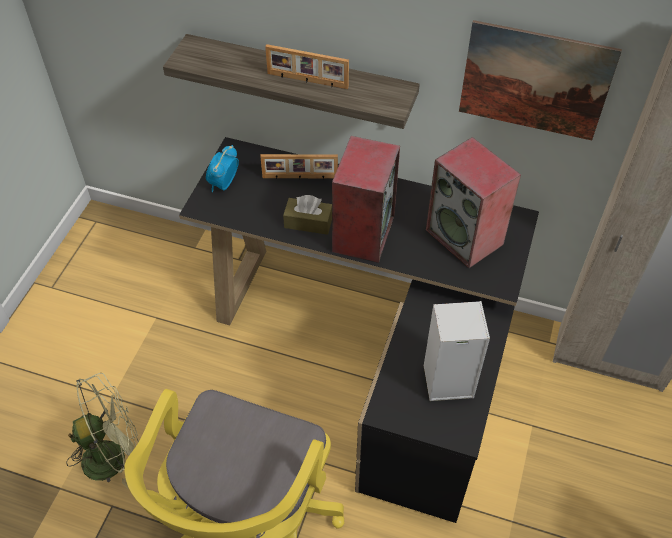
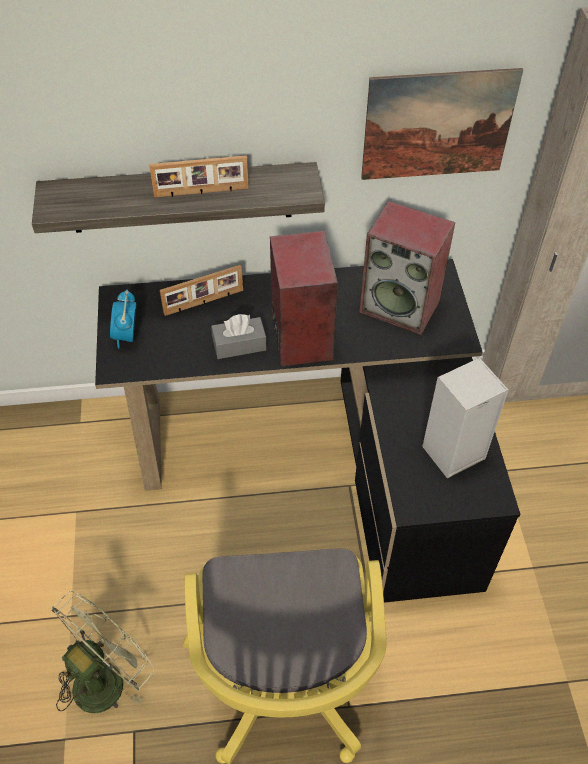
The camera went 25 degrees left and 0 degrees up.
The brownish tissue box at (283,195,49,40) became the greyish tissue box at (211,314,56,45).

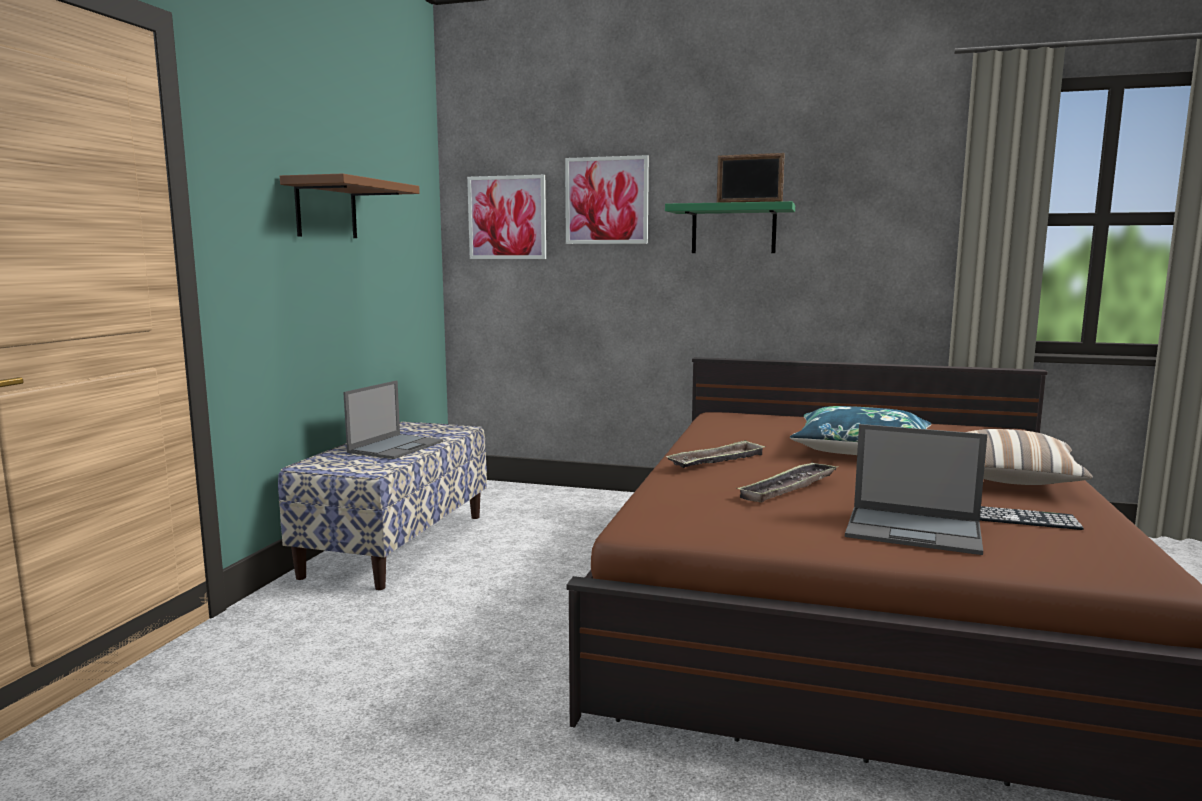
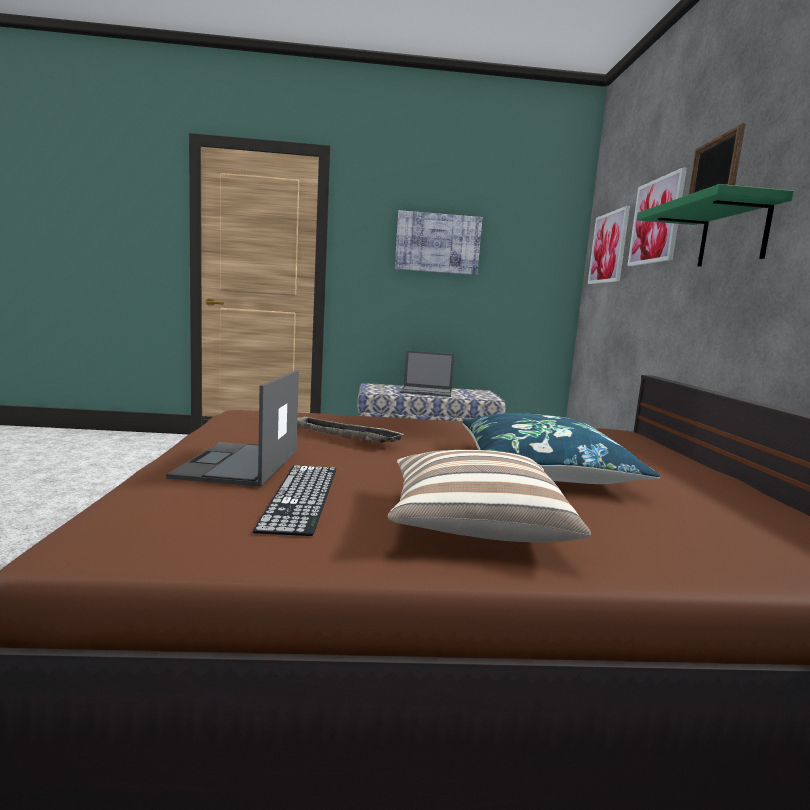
The camera went 70 degrees right and 0 degrees up.
The brownish shelf at (280,173,140,65) was replaced by the picture at (395,210,87,65).
The carrying tray at (665,440,101,28) disappeared.

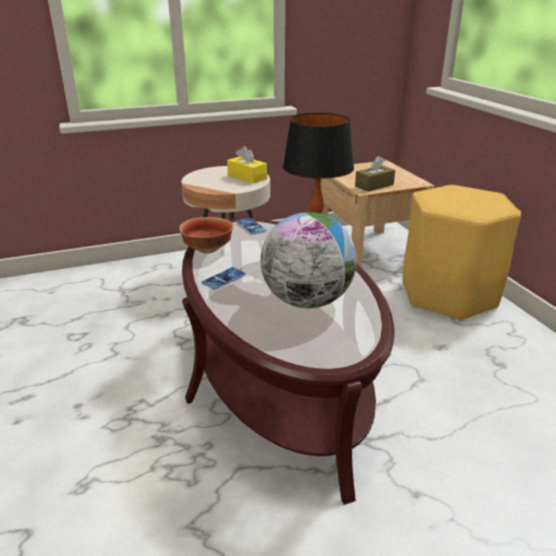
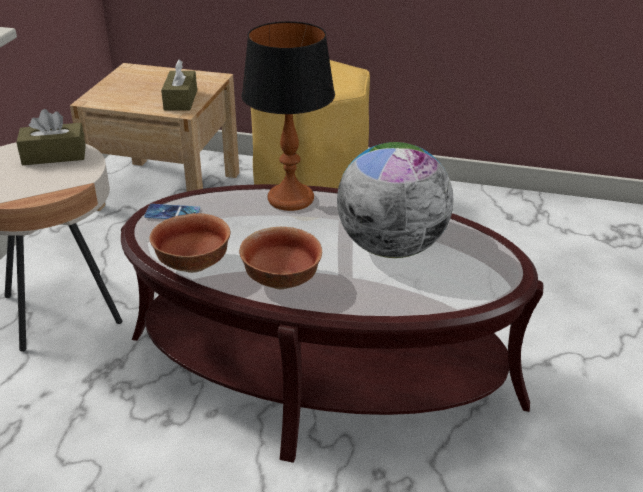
The camera went 55 degrees left and 5 degrees up.
The yellow-coloured tissue box at (227,146,40,38) became the brownish tissue box at (17,109,69,56).
The phone at (202,267,44,23) was replaced by the serving bowl at (239,227,83,62).

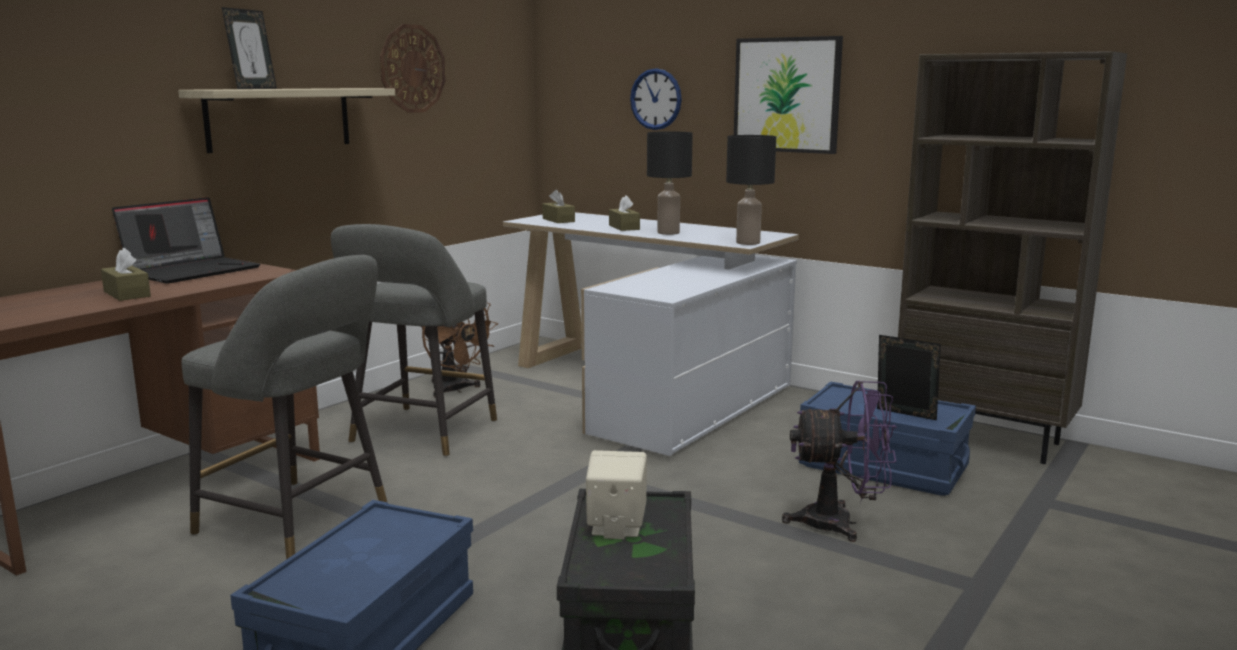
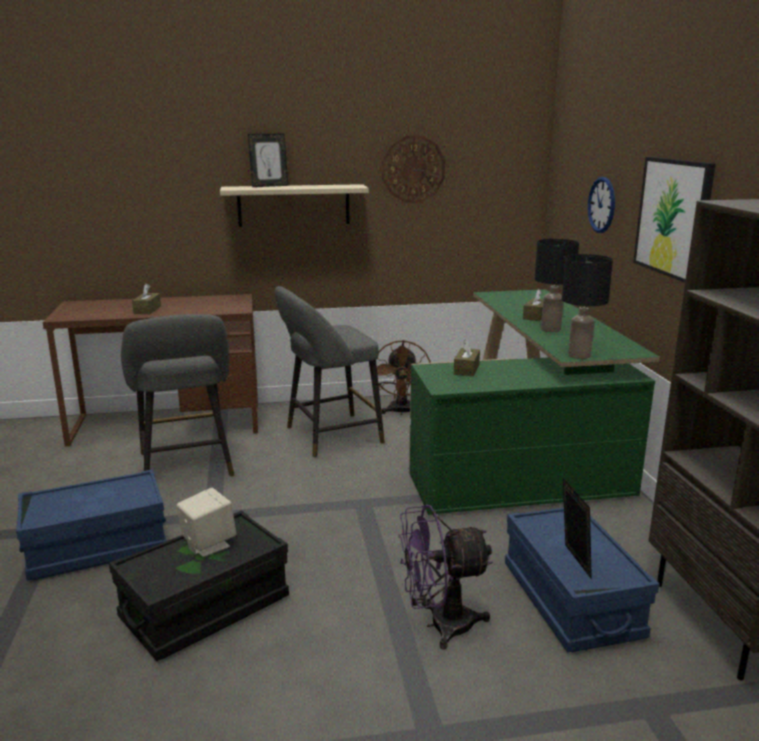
The camera went 45 degrees right and 5 degrees up.
The brownish tissue box moved from (542,189,33,34) to (454,339,26,37).
The laptop at (112,197,148,87) disappeared.
The white-coloured desk unit at (503,212,296,244) became the green-coloured desk unit at (409,289,251,226).
The purple-coloured electric fan at (782,381,115,161) turned 120 degrees clockwise.

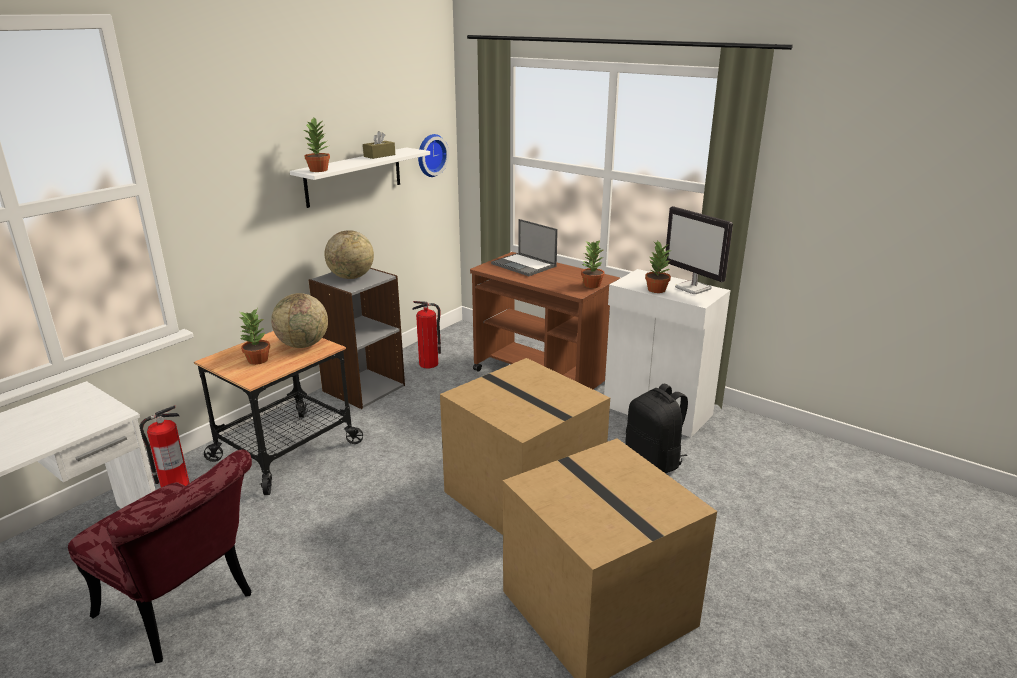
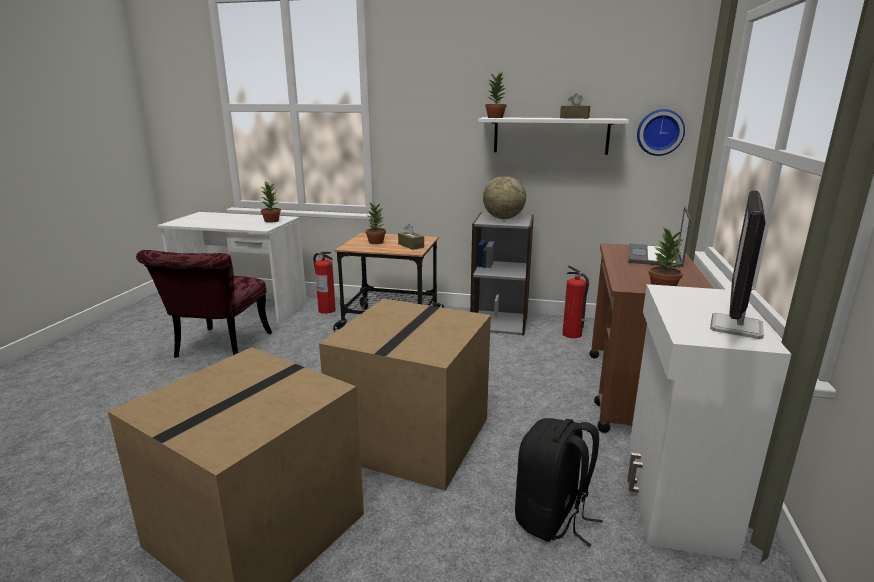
The camera went 65 degrees right and 5 degrees down.
The houseplant moved from (645,240,26,53) to (260,182,21,41).
The globe at (271,293,57,55) was replaced by the brownish tissue box at (398,224,26,26).

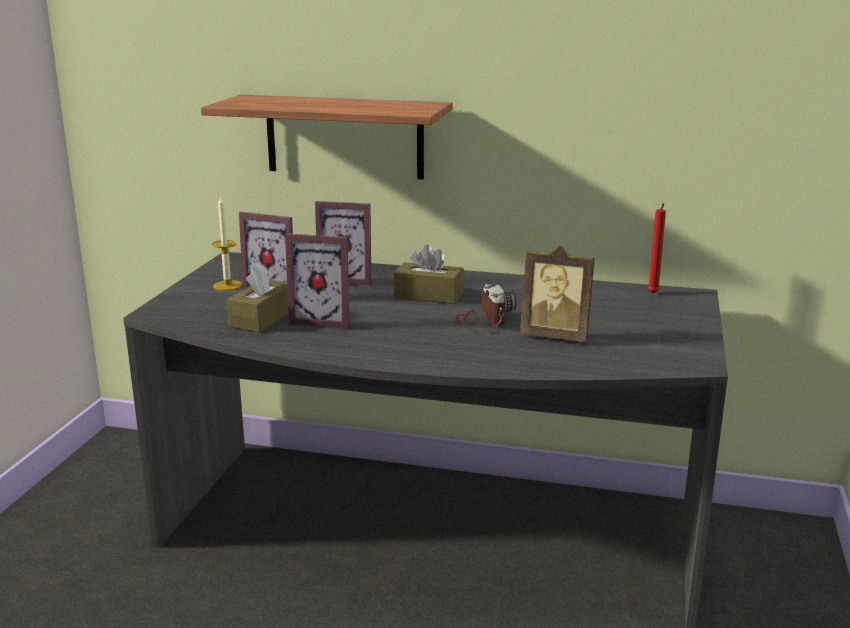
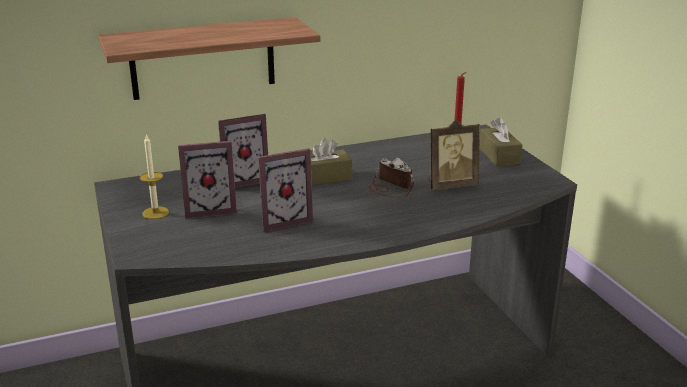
The camera went 35 degrees left and 5 degrees up.
The brownish tissue box moved from (227,263,61,69) to (479,117,44,49).

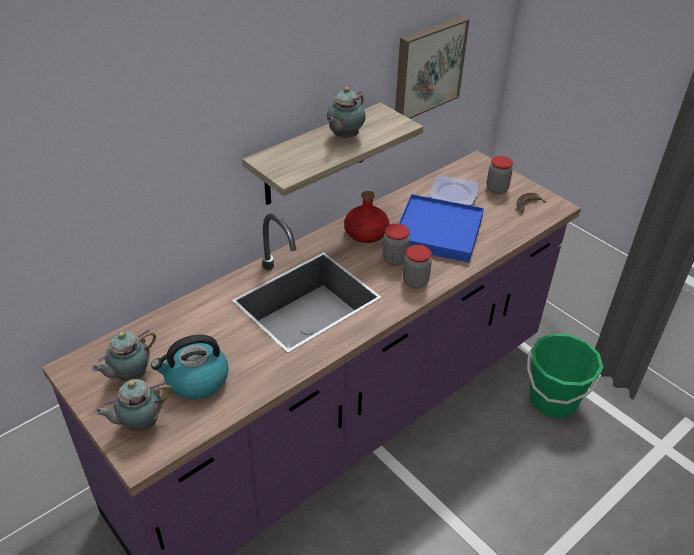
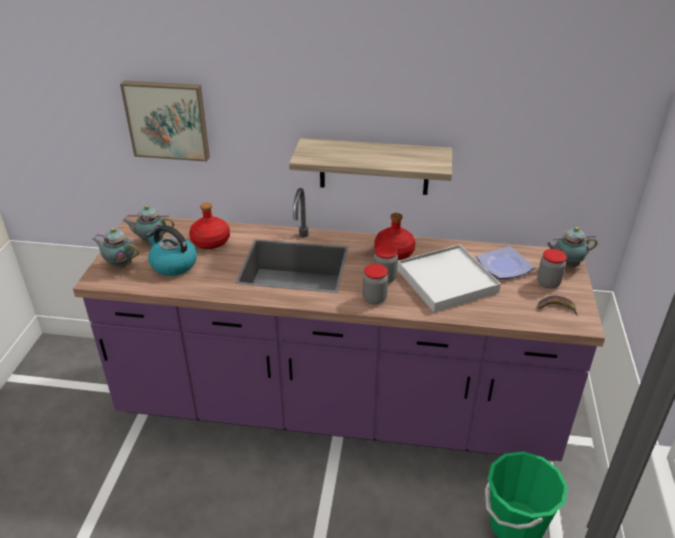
The camera went 50 degrees right and 5 degrees down.
The picture moved from (395,16,74,103) to (120,80,90,81).
The tea pot moved from (326,87,39,52) to (546,227,52,41).
The bluish carrying tray at (399,194,85,69) became the white-coloured carrying tray at (397,244,104,68).
The reddish bottle at (189,202,41,47) appeared.

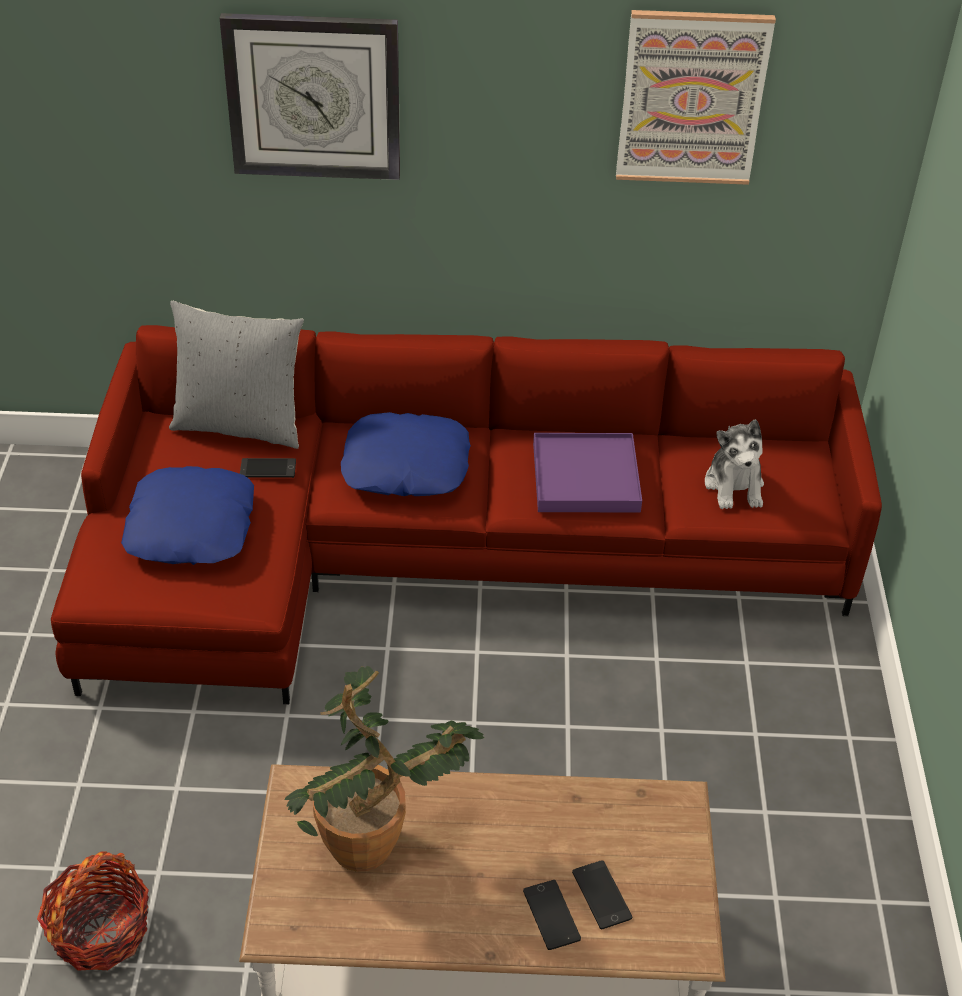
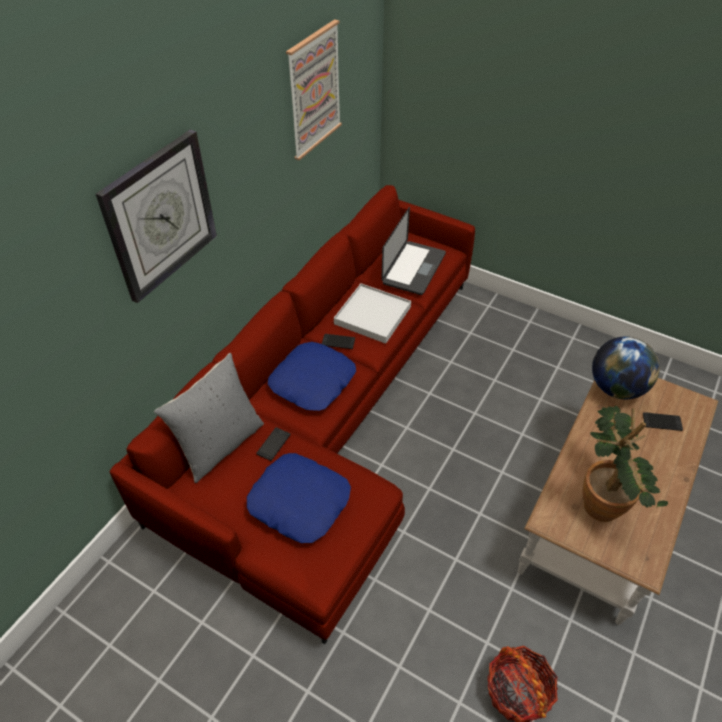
The camera went 60 degrees left and 5 degrees up.
The cuddly toy at (705,419,59,90) was replaced by the laptop at (381,207,65,88).
The purple-coloured carrying tray at (533,433,109,79) became the white-coloured carrying tray at (334,283,77,61).
The phone moved from (523,880,58,70) to (322,334,33,15).
The globe at (592,336,68,63) appeared.

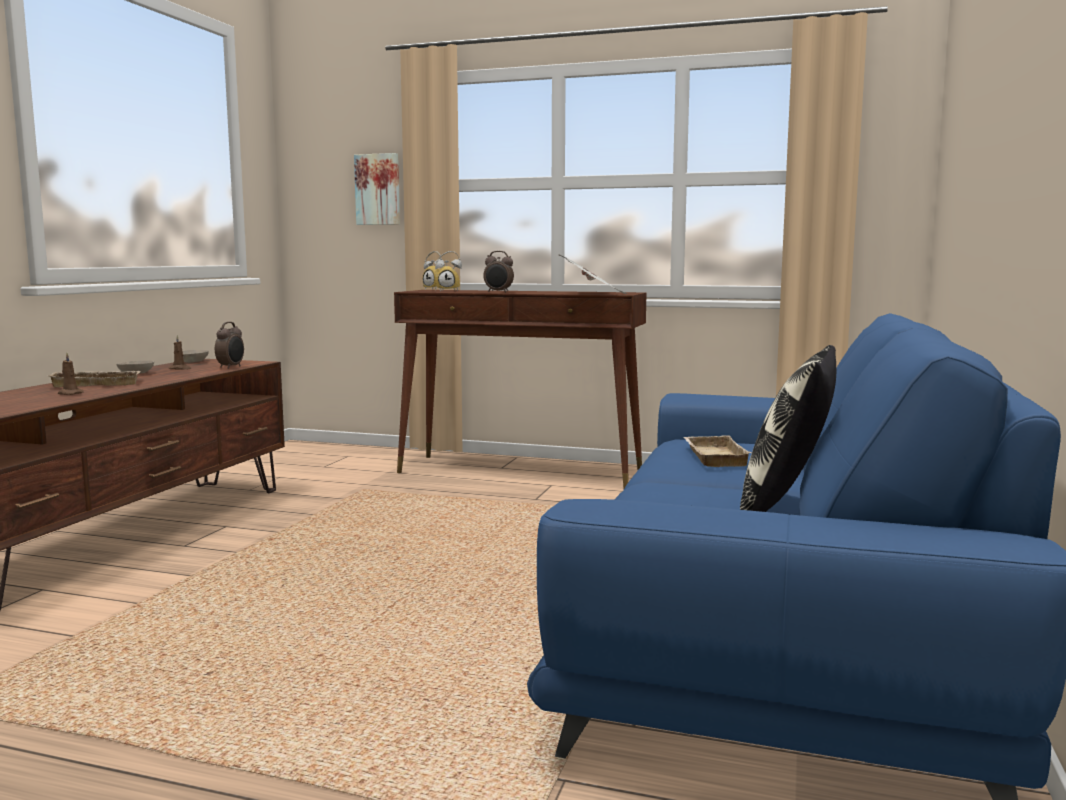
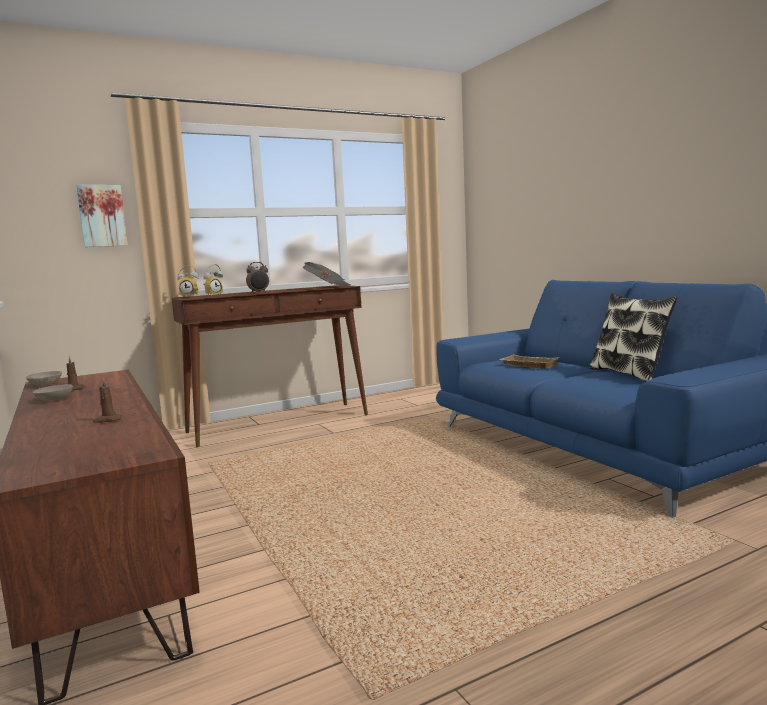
The camera went 45 degrees left and 0 degrees up.
The alarm clock at (215,322,29,47) disappeared.
The sand-coloured carrying tray at (48,371,92,16) disappeared.

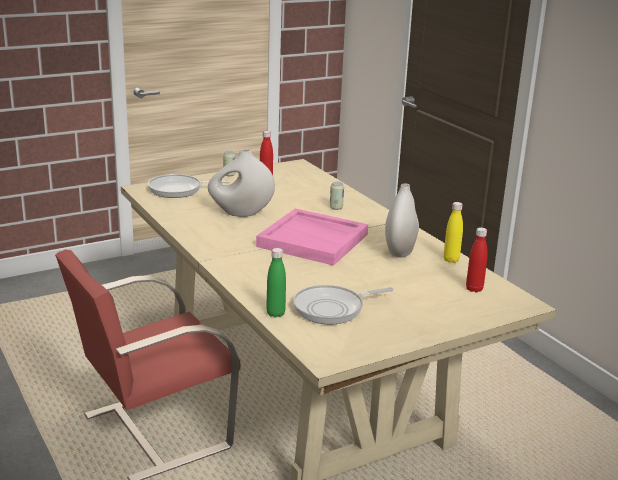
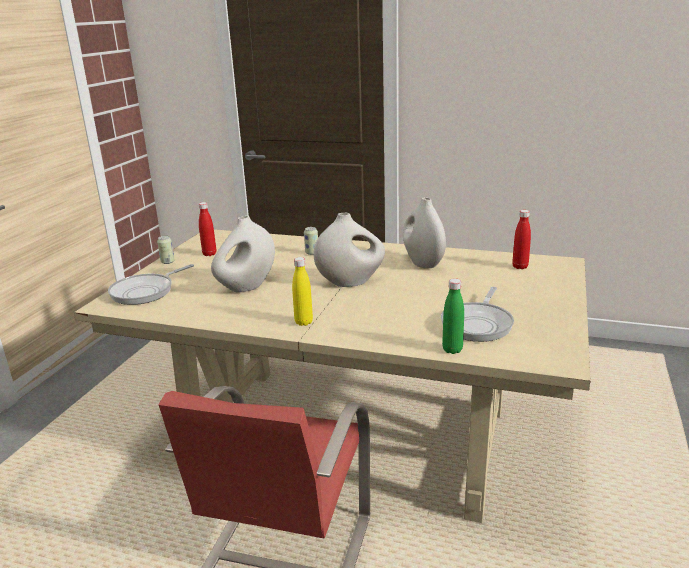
The camera went 40 degrees left and 0 degrees up.
The yellow-coloured bottle moved from (443,202,20,61) to (292,257,21,69).
The pink carrying tray at (256,209,112,57) was replaced by the white-coloured flower vase at (313,213,72,74).

